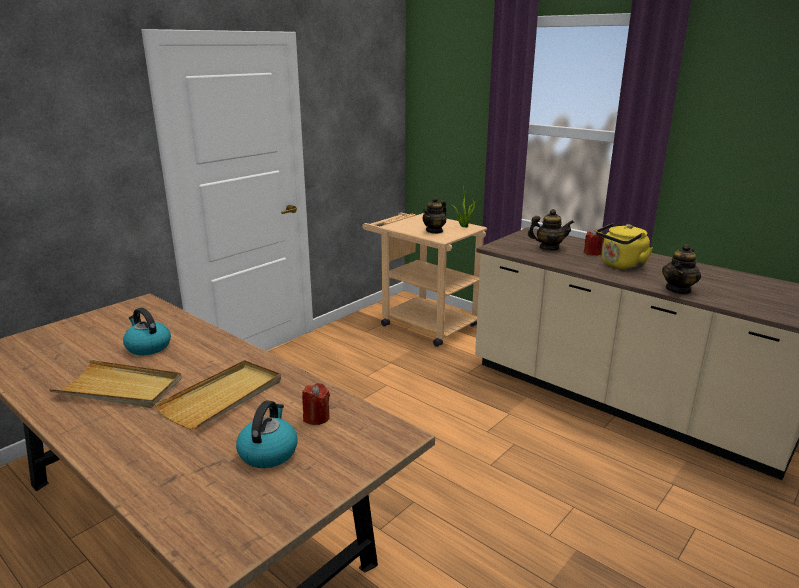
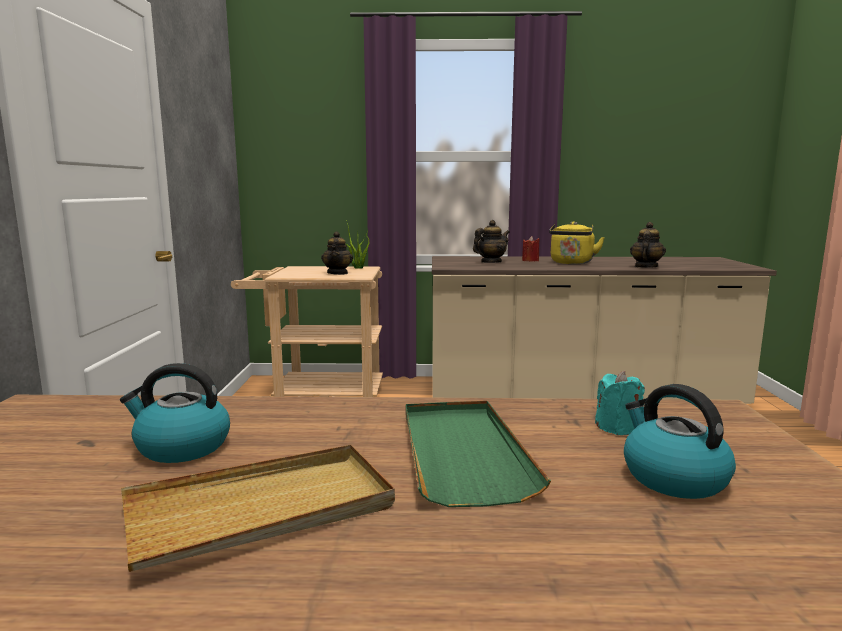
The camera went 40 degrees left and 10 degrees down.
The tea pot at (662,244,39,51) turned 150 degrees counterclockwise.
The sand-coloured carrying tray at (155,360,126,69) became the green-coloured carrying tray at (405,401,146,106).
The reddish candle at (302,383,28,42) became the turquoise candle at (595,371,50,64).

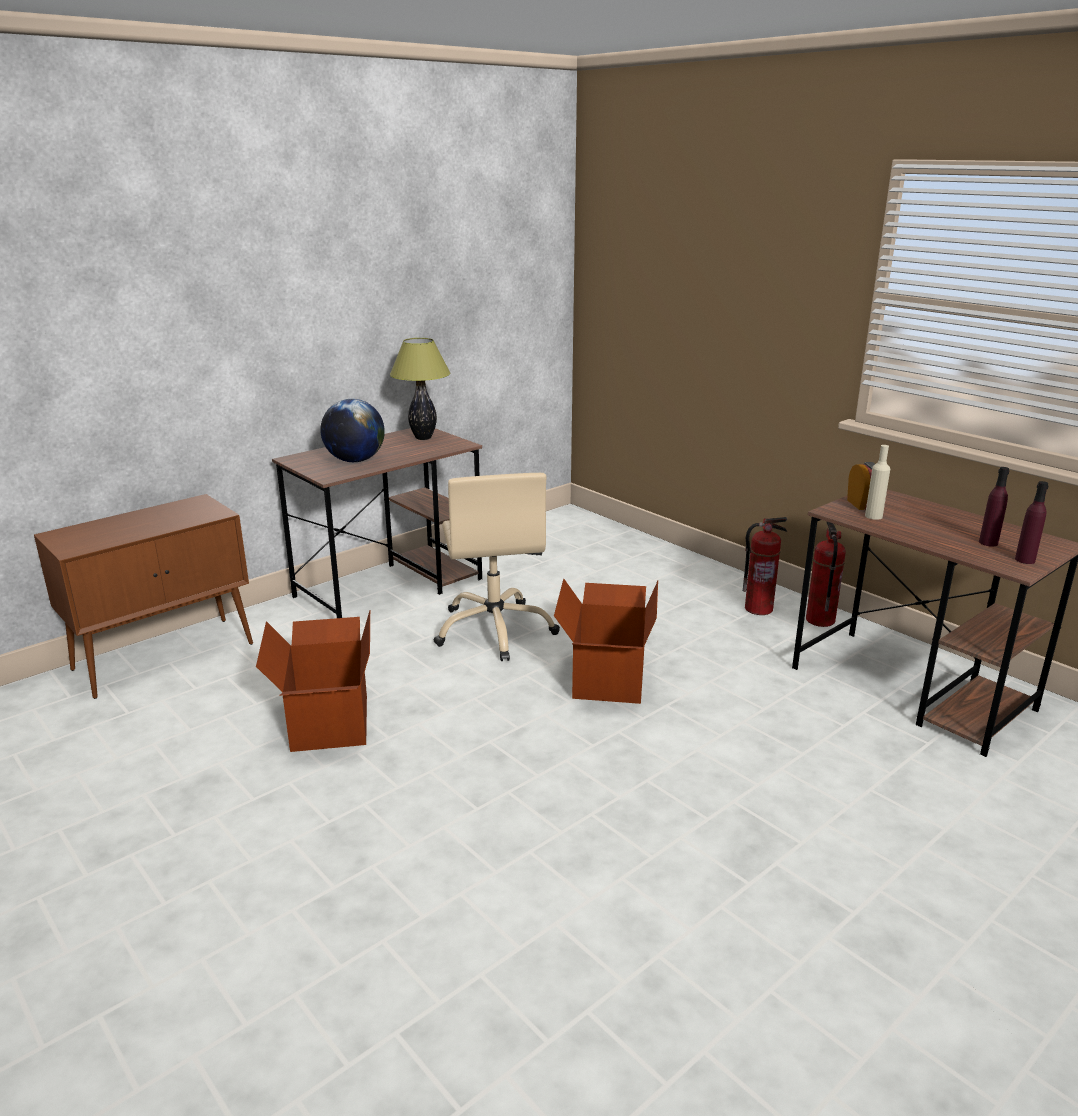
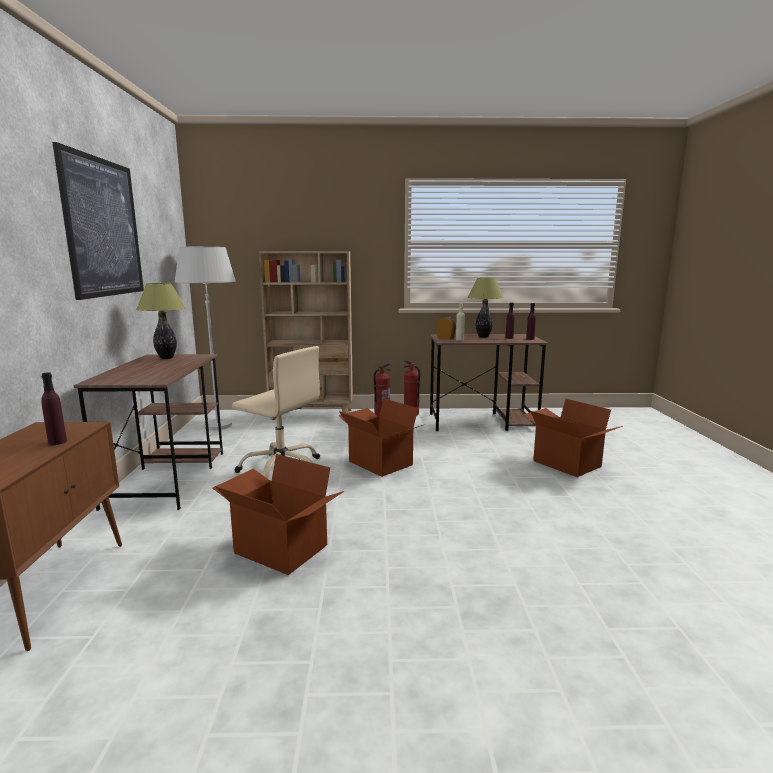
The camera went 50 degrees left and 10 degrees down.
The globe at (320,399,65,63) disappeared.
The picture at (52,142,92,158) appeared.
The white-coloured floor lamp at (175,247,61,183) appeared.
The sand-coloured shelving unit at (258,251,95,169) appeared.
The tabletop lamp at (467,277,37,60) appeared.
The purple-coloured bottle at (41,372,26,73) appeared.
The carton at (523,399,100,78) appeared.

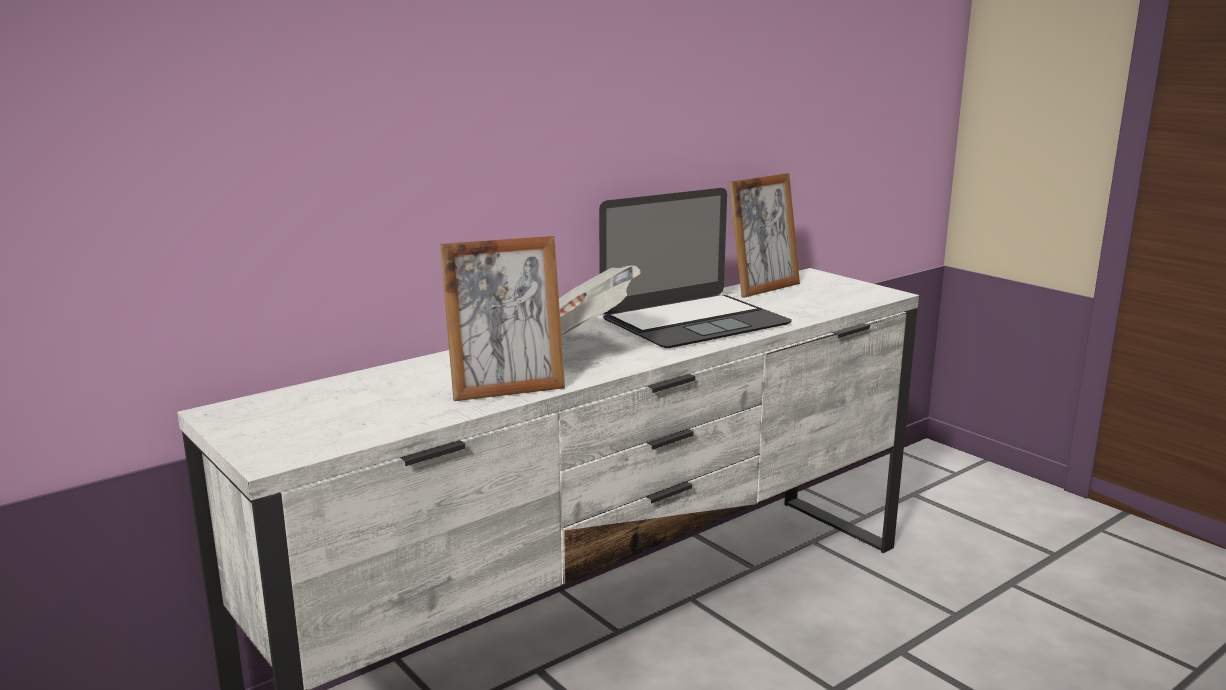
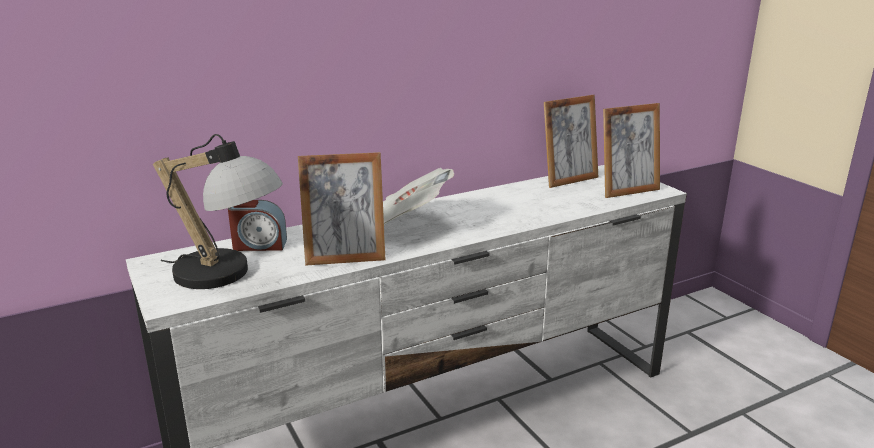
The camera went 10 degrees right and 5 degrees up.
The laptop at (599,188,193,160) disappeared.
The standing frame at (603,103,57,95) appeared.
The tabletop lamp at (153,134,130,155) appeared.
The alarm clock at (228,200,59,51) appeared.

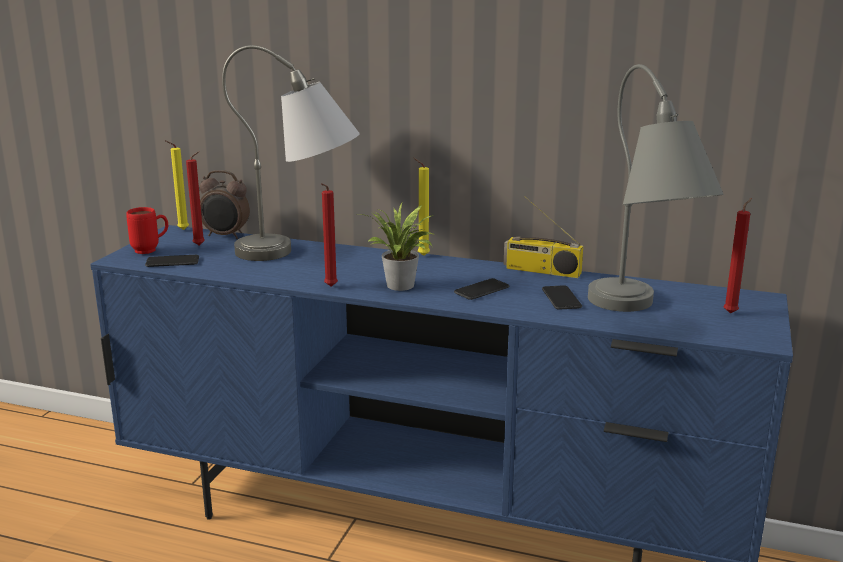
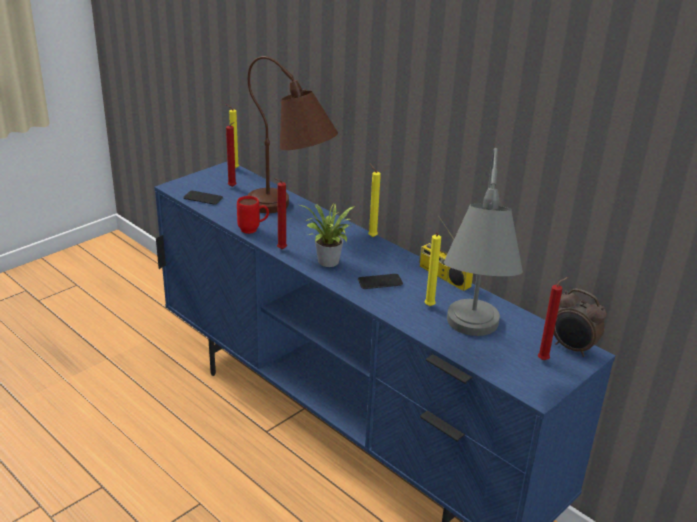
The camera went 25 degrees right and 10 degrees up.
The greyish tabletop lamp at (222,45,138,216) became the brownish tabletop lamp at (247,56,91,157).
The alarm clock moved from (200,170,50,69) to (554,288,53,69).
The reddish mug moved from (126,207,42,47) to (237,196,32,38).
The phone at (542,285,40,25) was replaced by the yellow-coloured candle at (425,233,16,73).

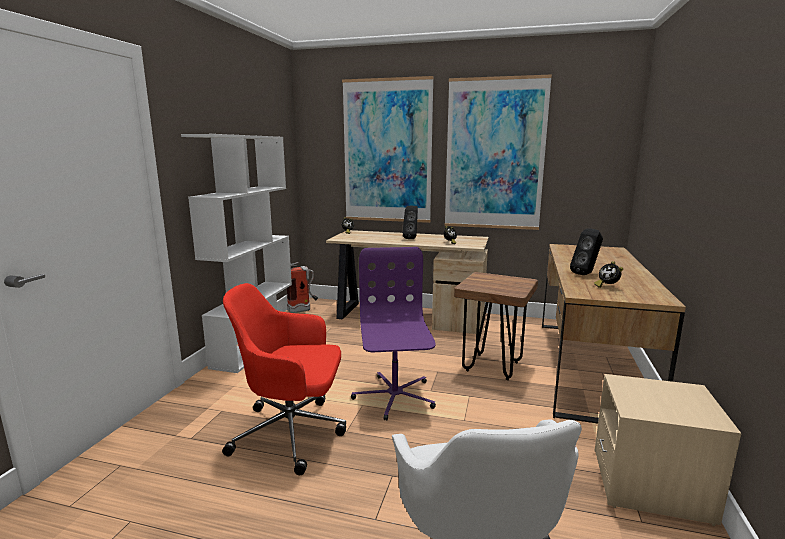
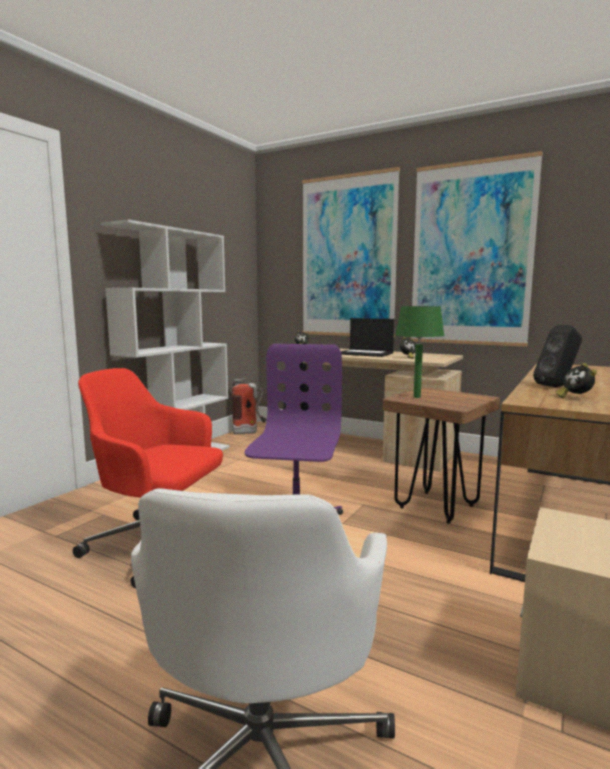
The camera went 15 degrees right and 5 degrees down.
The black-coloured audio speaker at (403,206,15,33) was replaced by the laptop at (341,318,53,39).
The green-coloured tabletop lamp at (395,306,50,92) appeared.

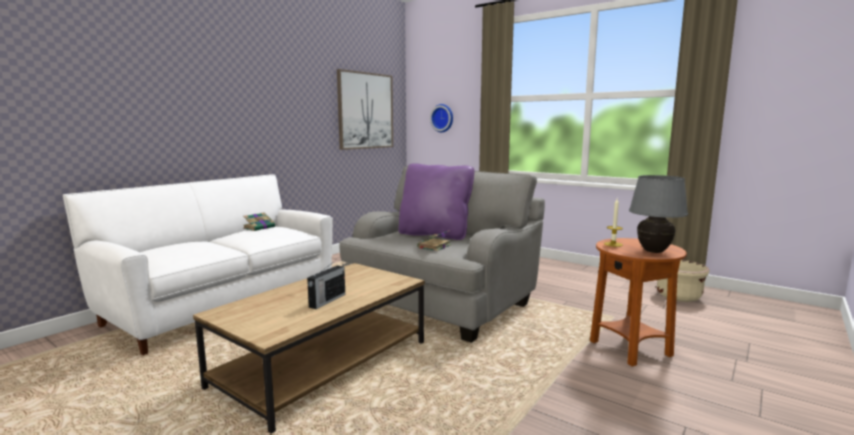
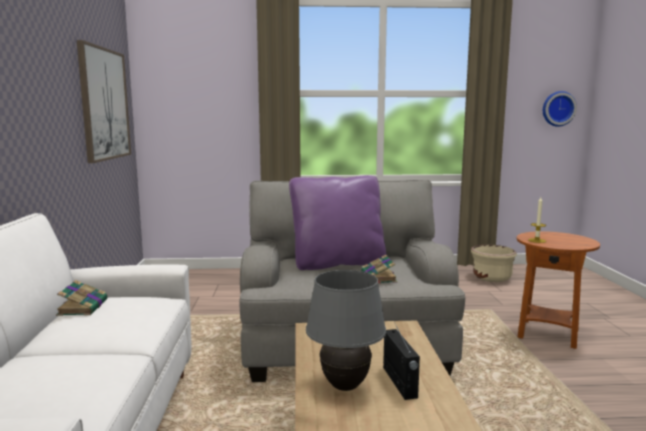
The camera went 40 degrees left and 0 degrees up.
The hanging clock moved from (430,104,23,28) to (543,91,34,36).
The greyish tabletop lamp moved from (629,175,59,78) to (306,270,80,121).

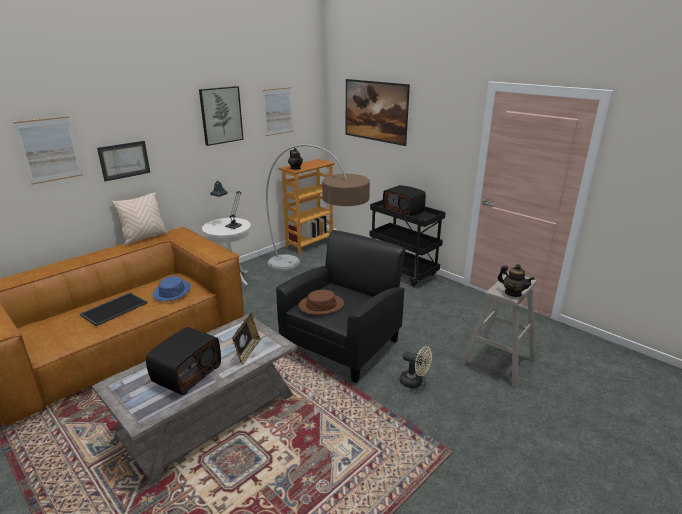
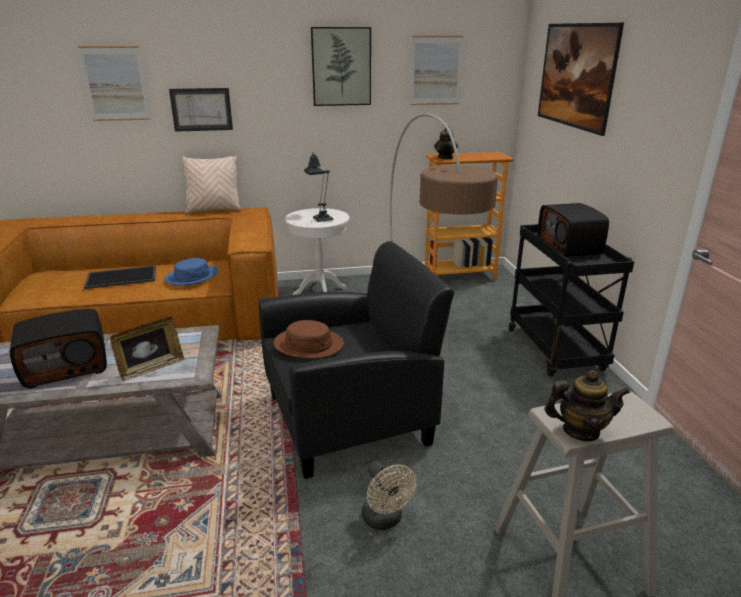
The camera went 35 degrees right and 0 degrees up.
The tea pot at (497,264,37,33) turned 75 degrees counterclockwise.

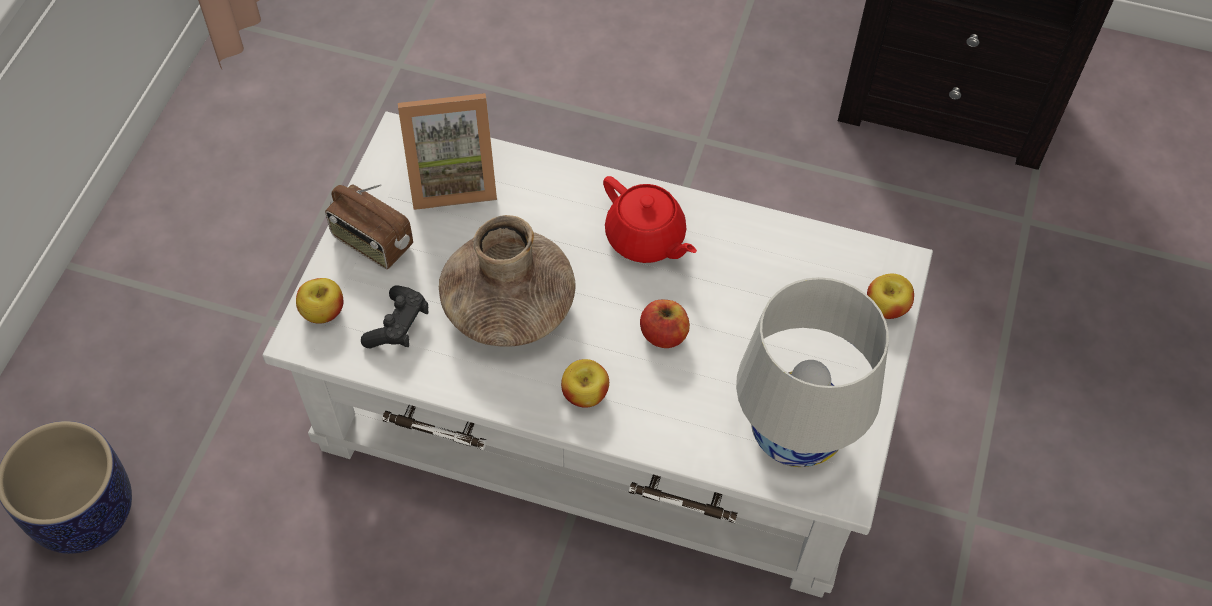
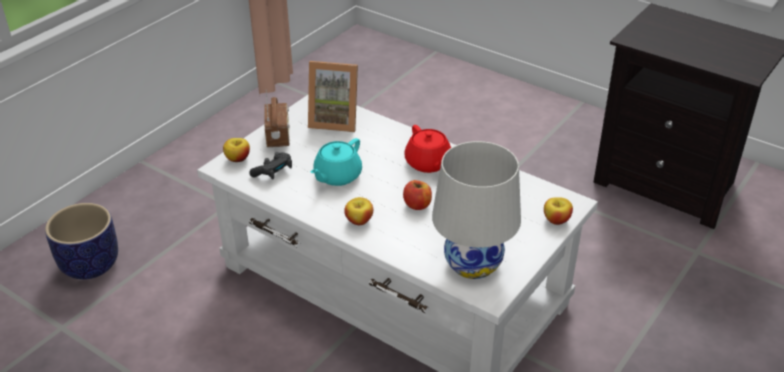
The camera went 20 degrees right and 20 degrees down.
The radio set at (325,184,88,85) turned 150 degrees counterclockwise.
The brownish flower vase at (439,215,137,132) was replaced by the turquoise tea pot at (310,138,52,48).

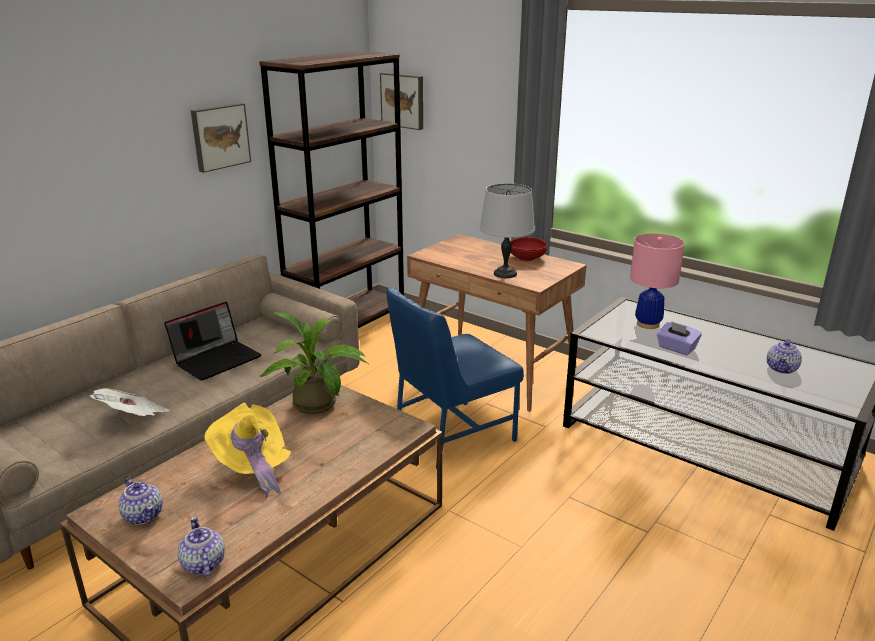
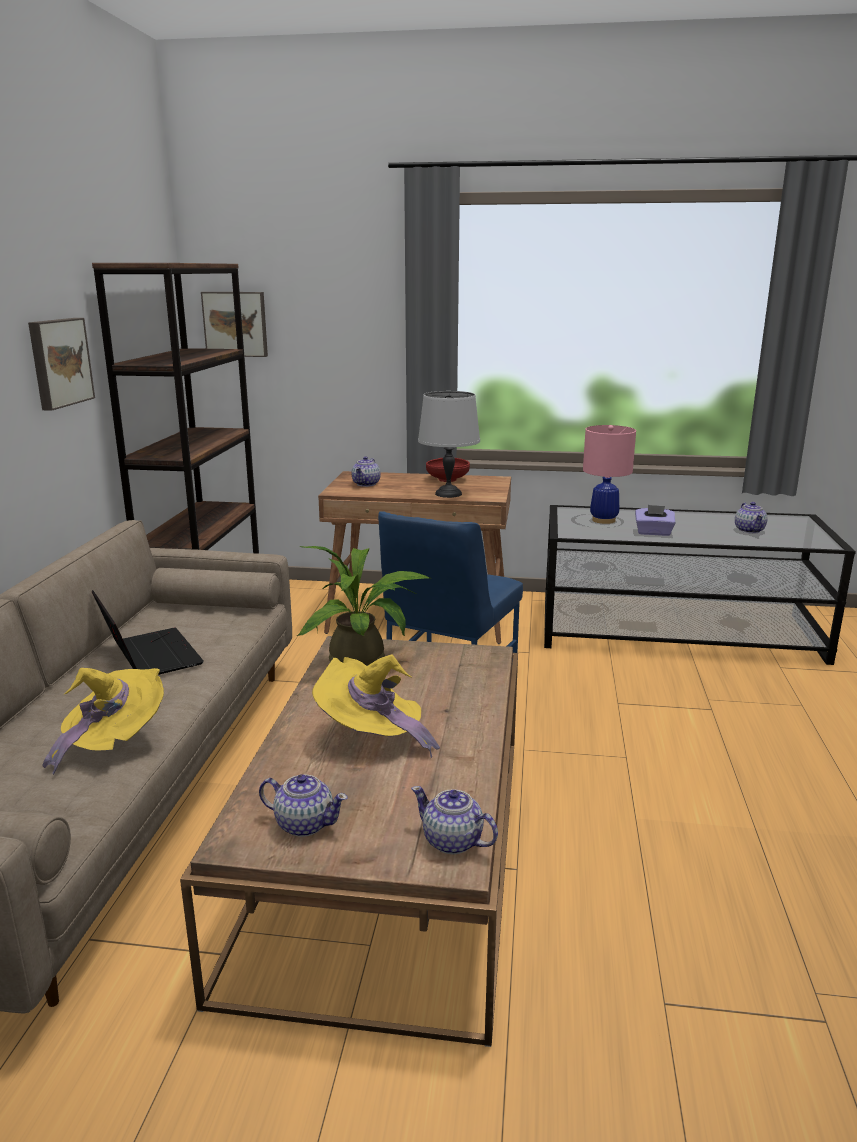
The camera went 30 degrees left and 5 degrees down.
The laptop at (164,302,98,79) turned 45 degrees counterclockwise.
The daily paper at (89,388,81,28) was replaced by the yellow-coloured clothing hat at (42,668,122,107).
The tea pot at (351,456,29,31) appeared.

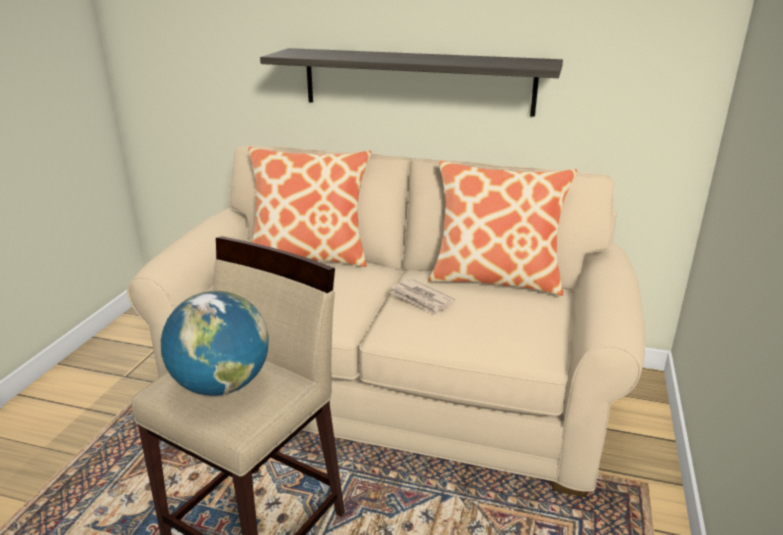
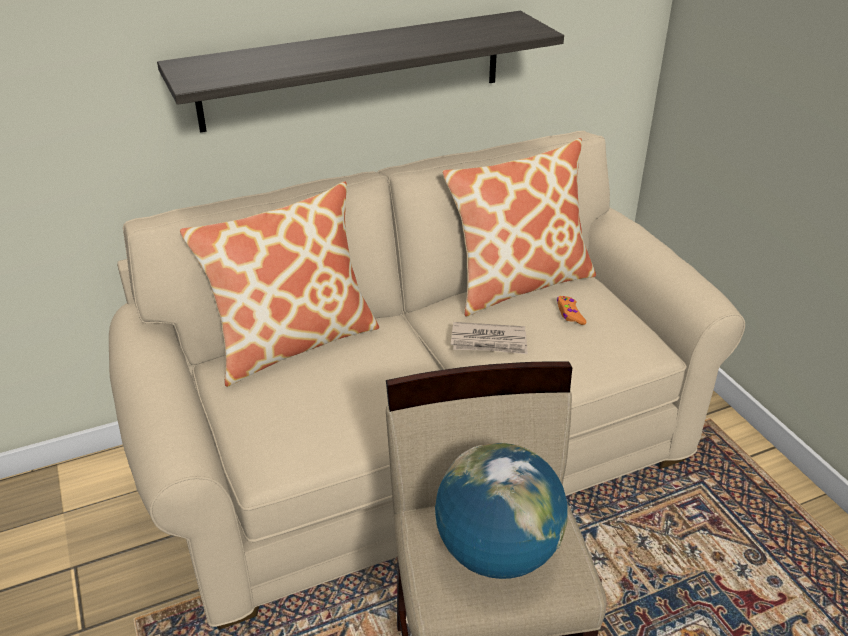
The camera went 40 degrees left and 10 degrees up.
The orangey joypad at (557,296,30,29) appeared.

